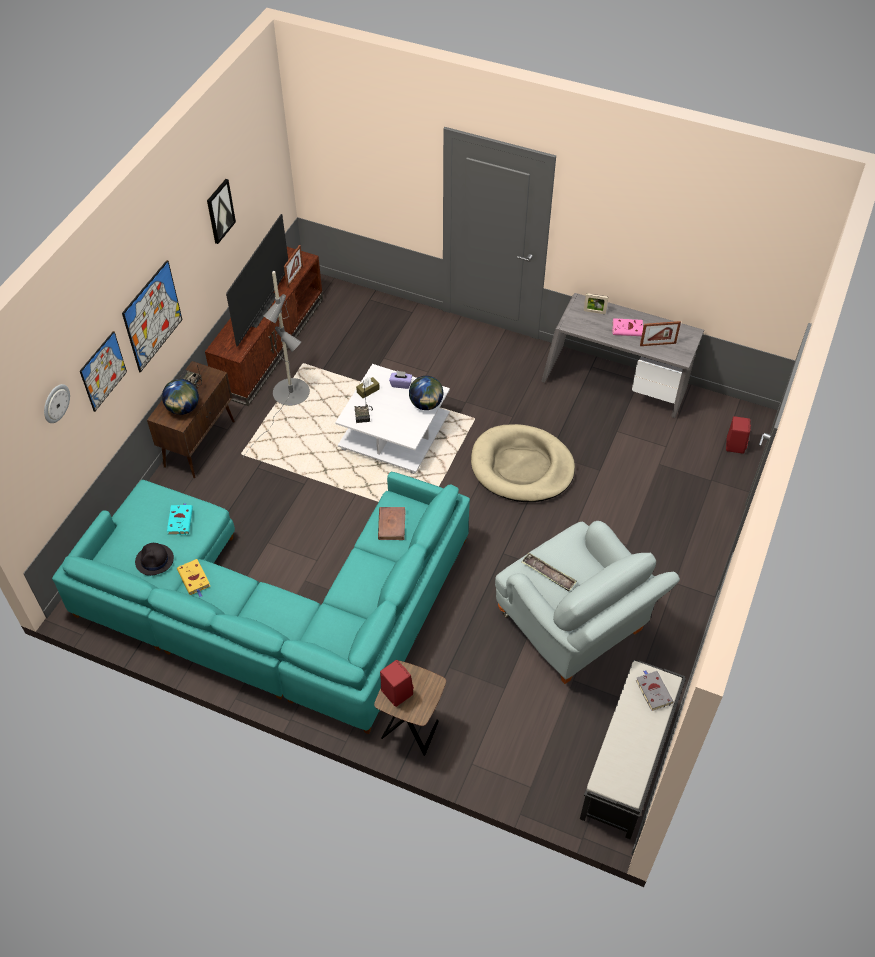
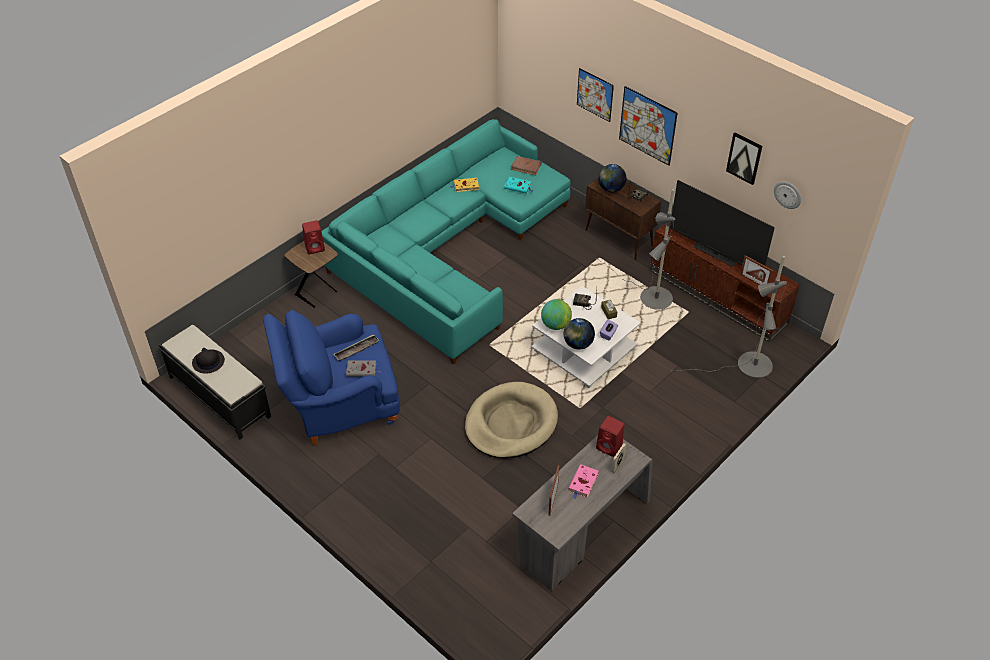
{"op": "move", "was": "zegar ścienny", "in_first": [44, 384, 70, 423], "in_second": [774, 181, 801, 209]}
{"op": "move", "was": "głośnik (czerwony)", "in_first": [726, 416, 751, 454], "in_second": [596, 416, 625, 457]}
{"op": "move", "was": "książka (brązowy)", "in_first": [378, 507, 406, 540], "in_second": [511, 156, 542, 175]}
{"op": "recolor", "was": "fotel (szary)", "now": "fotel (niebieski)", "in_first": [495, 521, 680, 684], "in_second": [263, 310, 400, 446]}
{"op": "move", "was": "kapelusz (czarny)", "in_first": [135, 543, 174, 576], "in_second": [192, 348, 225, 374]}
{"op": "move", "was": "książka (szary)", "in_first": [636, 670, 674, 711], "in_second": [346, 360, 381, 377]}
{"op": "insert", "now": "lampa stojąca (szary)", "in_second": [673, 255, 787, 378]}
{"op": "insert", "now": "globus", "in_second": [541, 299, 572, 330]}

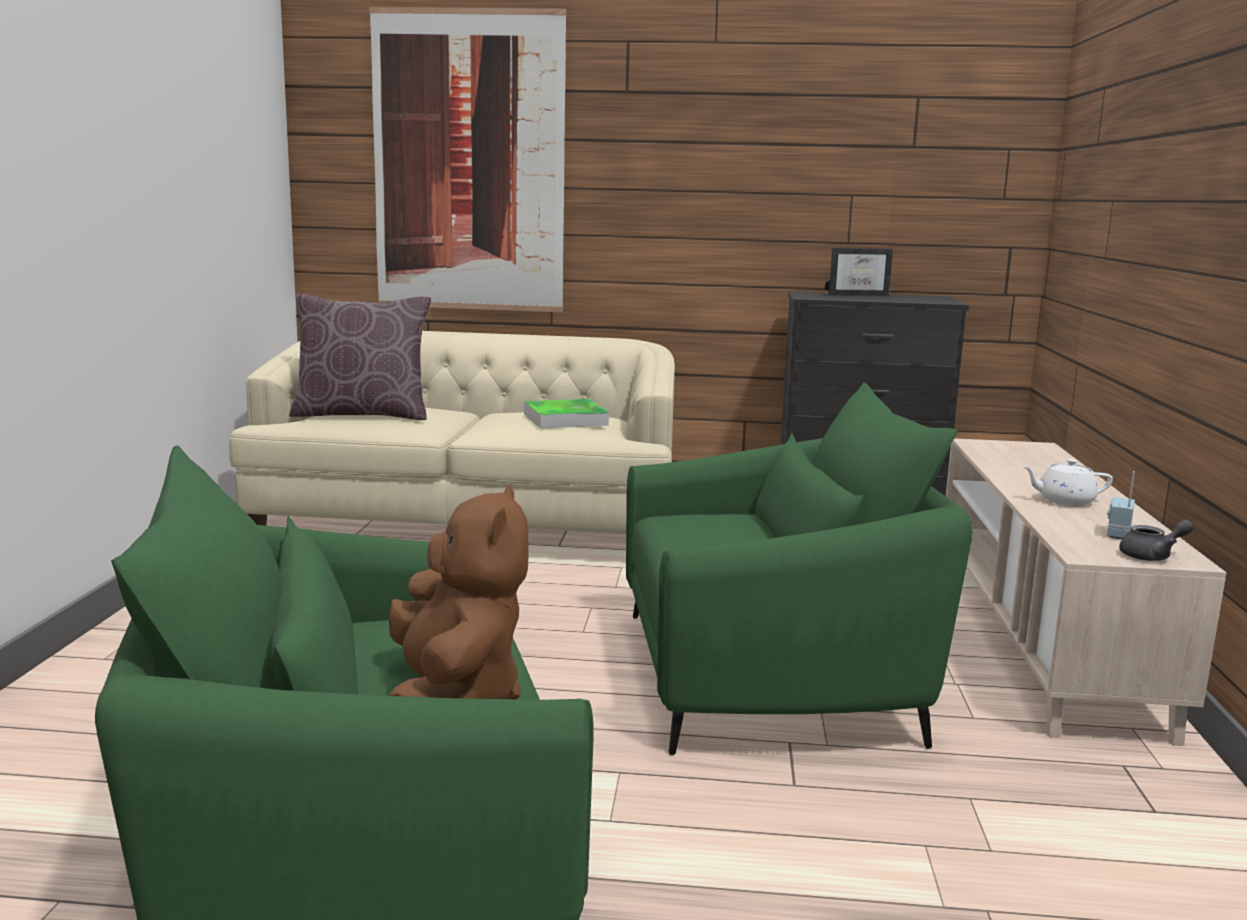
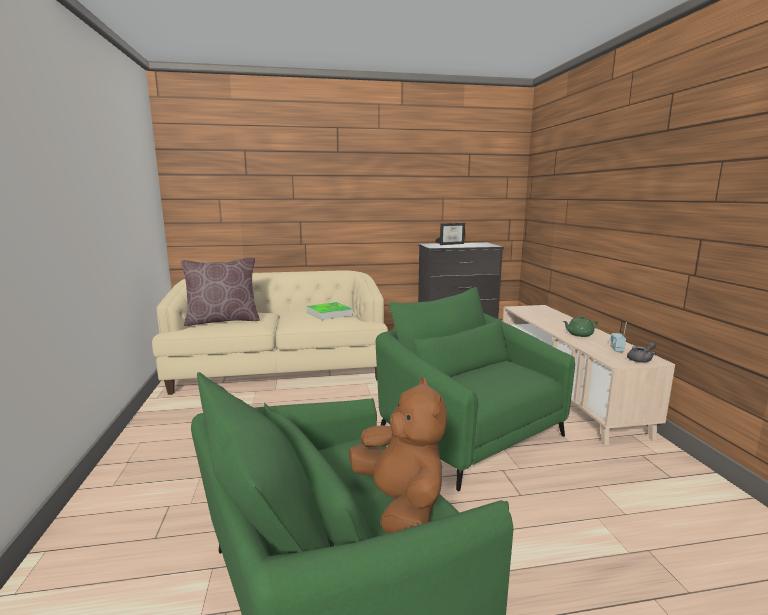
{"op": "delete", "was": "obraz", "in_first": [369, 7, 566, 312]}
{"op": "rotate", "was": "fotel (zielony)", "in_first": [626, 382, 973, 756], "in_second": [376, 287, 575, 492], "clockwise": -105}
{"op": "recolor", "was": "imbryk (biały)", "now": "imbryk (zielony)", "in_first": [1022, 459, 1113, 506], "in_second": [563, 316, 598, 337]}

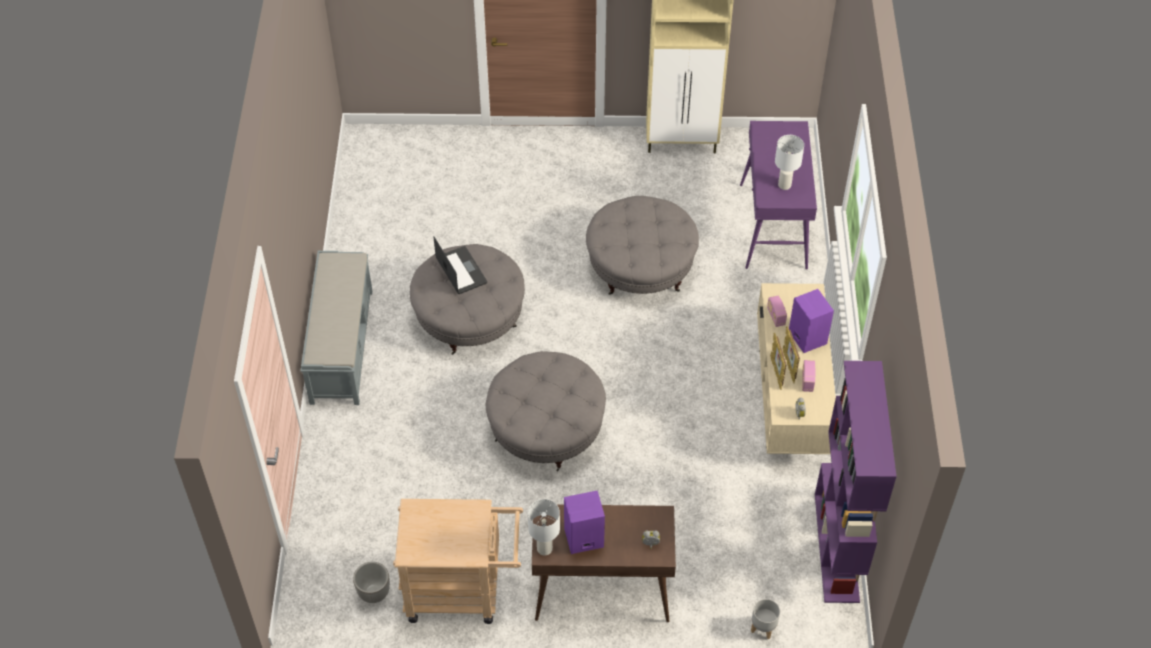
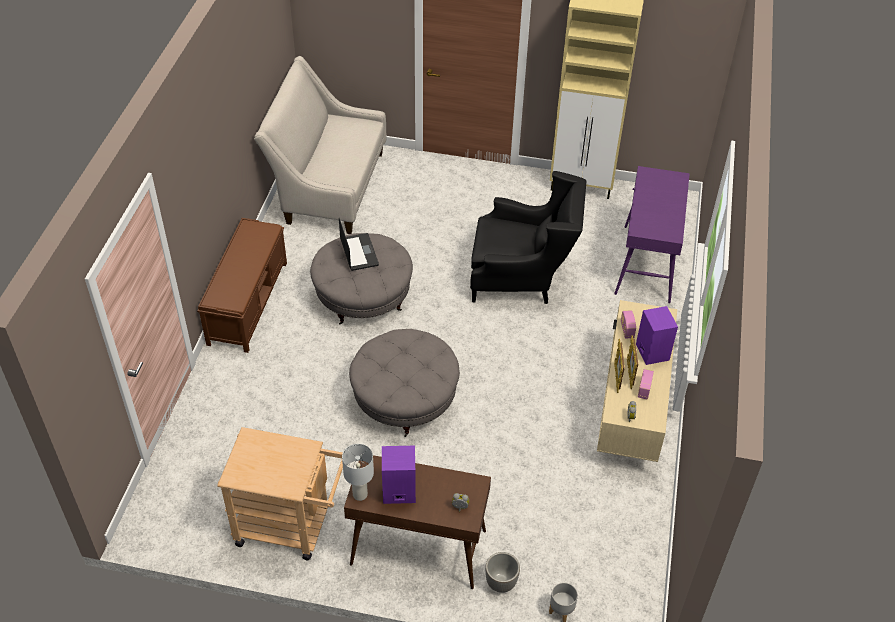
{"op": "delete", "was": "lampa stołowa (biały)", "in_first": [775, 135, 804, 190]}
{"op": "replace", "was": "pufa (szary)", "now": "fotel (czarny)", "in_first": [586, 196, 699, 295], "in_second": [470, 171, 586, 304]}
{"op": "recolor", "was": "ławka (szary)", "now": "ławka (brązowy)", "in_first": [301, 251, 372, 405], "in_second": [197, 218, 287, 353]}
{"op": "delete", "was": "regał (fioletowy)", "in_first": [815, 361, 897, 603]}
{"op": "move", "was": "donica", "in_first": [353, 562, 390, 603], "in_second": [485, 552, 520, 593]}
{"op": "insert", "now": "kanapa (beżowy)", "in_second": [254, 56, 387, 234]}

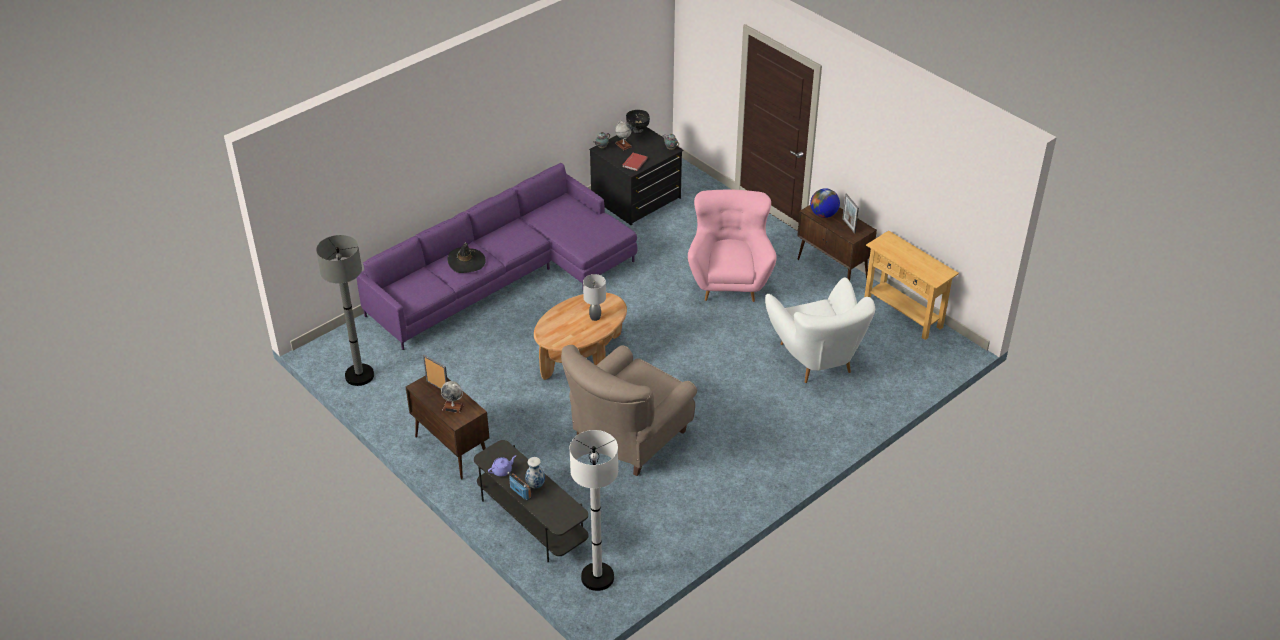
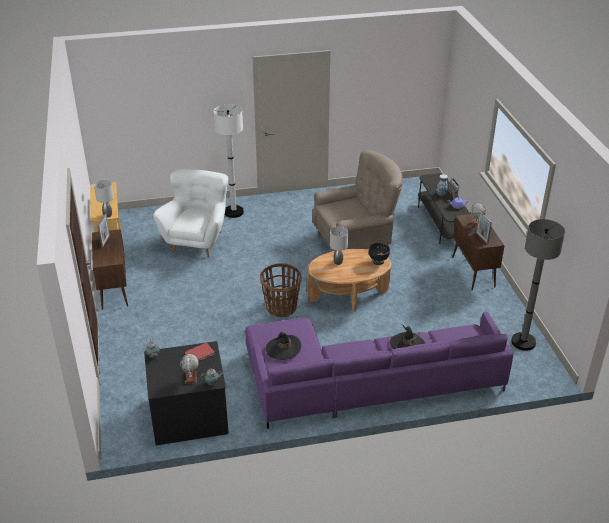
{"op": "move", "was": "miska (czarny)", "in_first": [626, 110, 650, 134], "in_second": [369, 243, 390, 265]}
{"op": "delete", "was": "globus", "in_first": [810, 188, 840, 218]}
{"op": "delete", "was": "fotel (różowy)", "in_first": [688, 190, 777, 302]}
{"op": "move", "was": "lampa stojąca (biały)", "in_first": [570, 430, 618, 591], "in_second": [214, 104, 244, 218]}
{"op": "insert", "now": "lampa stołowa (szary)", "in_second": [94, 180, 114, 217]}
{"op": "insert", "now": "koszyk", "in_second": [260, 263, 302, 317]}
{"op": "insert", "now": "kapelusz (czarny)", "in_second": [266, 330, 301, 360]}

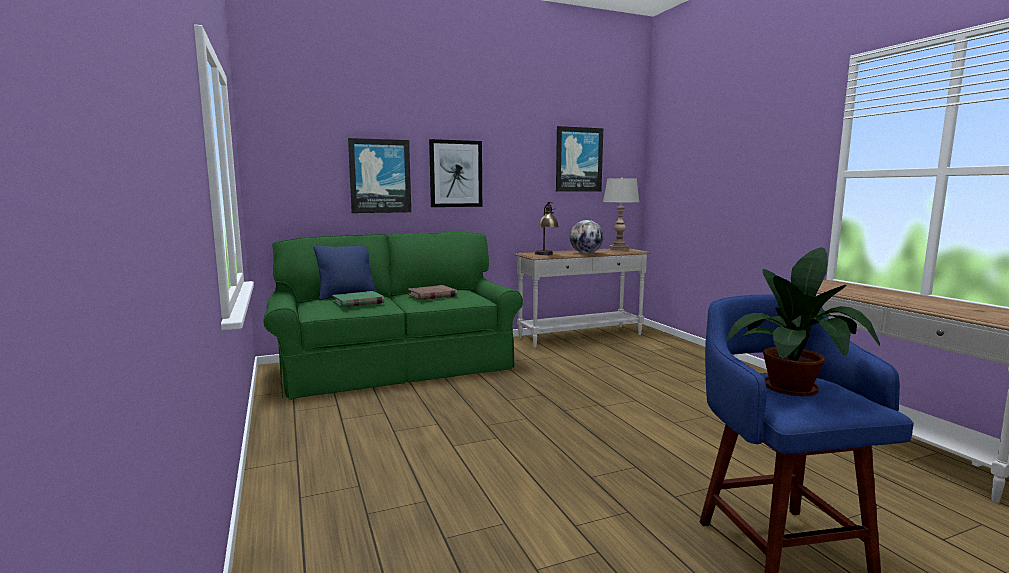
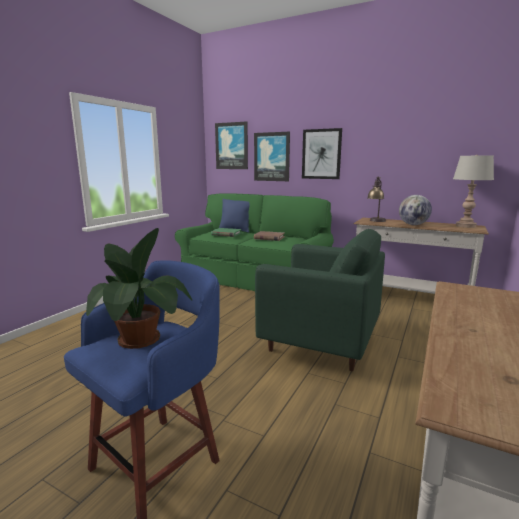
{"op": "move", "was": "obraz", "in_first": [556, 126, 603, 192], "in_second": [215, 121, 248, 169]}
{"op": "insert", "now": "fotel (zielony)", "in_second": [255, 229, 385, 371]}

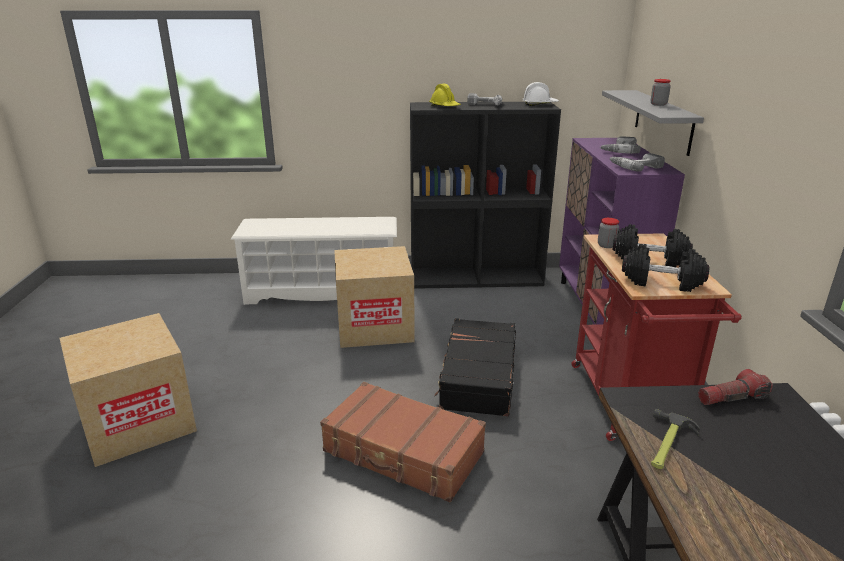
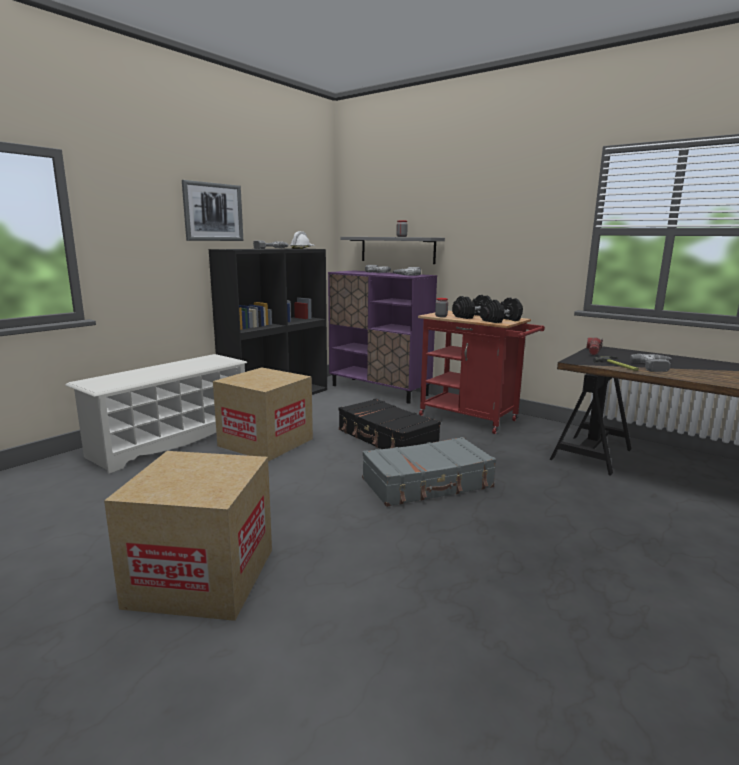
{"op": "delete", "was": "kask (żółty)", "in_first": [429, 84, 461, 106]}
{"op": "recolor", "was": "walizka (brązowy)", "now": "walizka (szary)", "in_first": [320, 382, 486, 502], "in_second": [362, 437, 496, 507]}
{"op": "insert", "now": "obraz", "in_second": [182, 180, 243, 241]}
{"op": "insert", "now": "wiertarka", "in_second": [630, 354, 672, 372]}

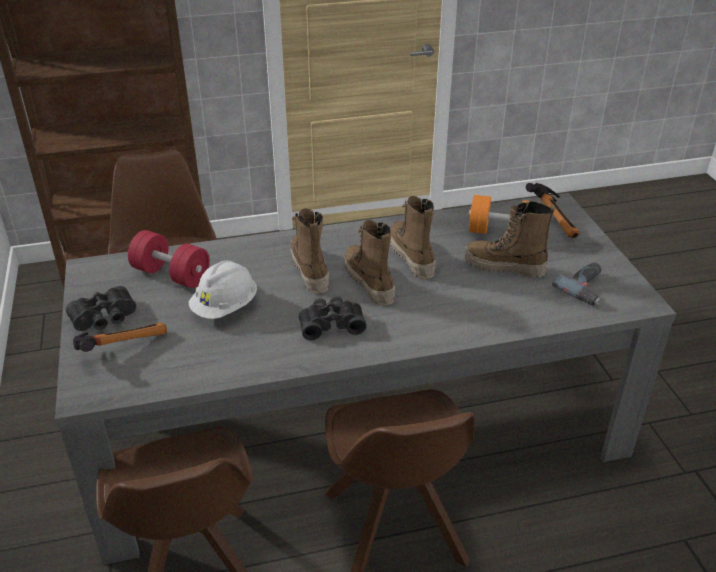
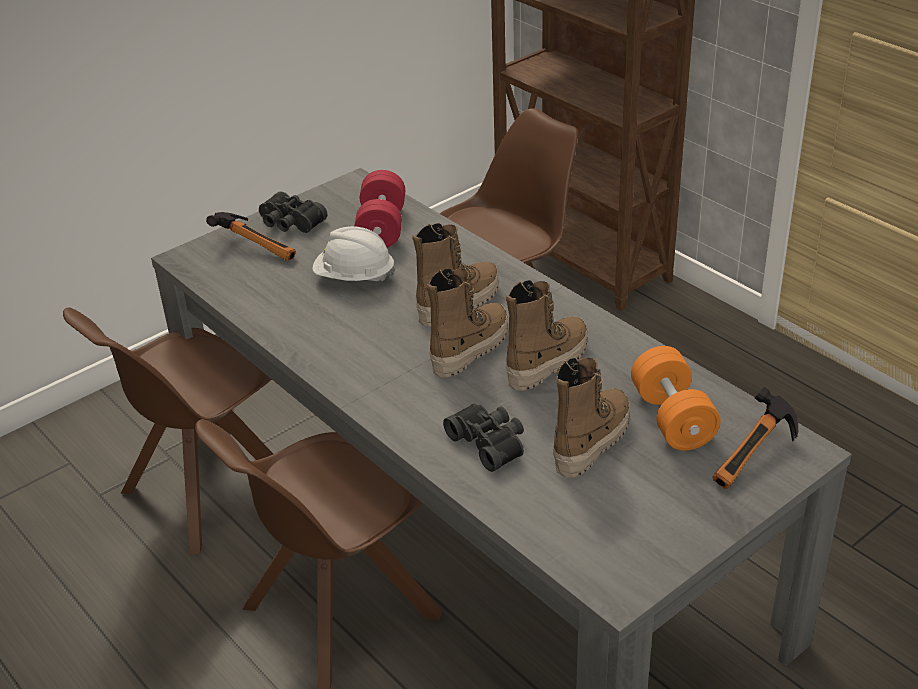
{"op": "rotate", "was": "but z cholewką", "in_first": [464, 201, 555, 278], "in_second": [553, 357, 630, 478], "clockwise": 45}
{"op": "delete", "was": "wiertarka", "in_first": [552, 262, 601, 306]}
{"op": "move", "was": "lornetka (czarny)", "in_first": [299, 296, 367, 340], "in_second": [443, 403, 524, 472]}

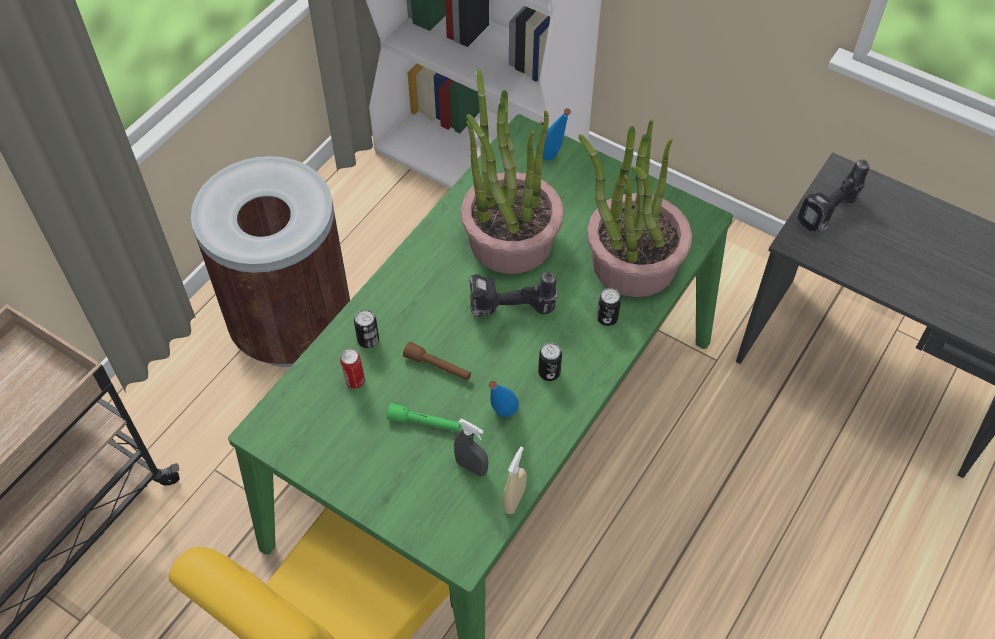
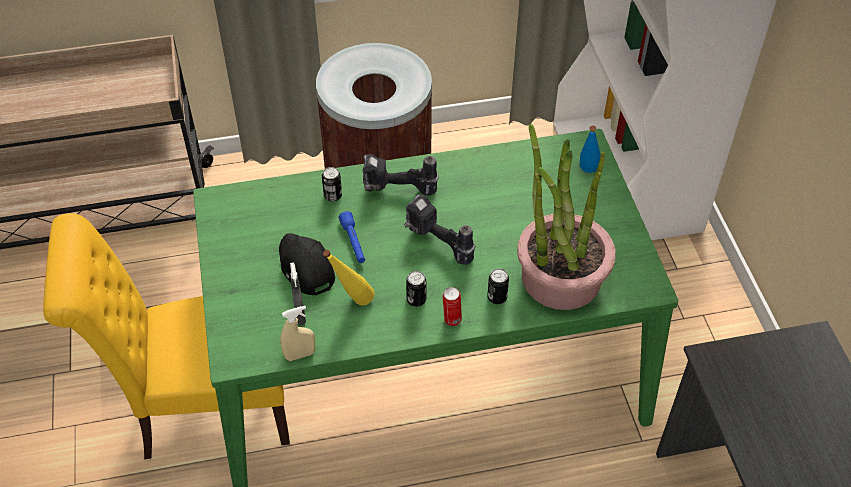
{"op": "delete", "was": "roślina doniczkowa", "in_first": [461, 69, 564, 274]}
{"op": "move", "was": "wiertarka", "in_first": [798, 159, 869, 233], "in_second": [362, 154, 439, 196]}
{"op": "recolor", "was": "latarka (brązowy)", "now": "latarka (niebieski)", "in_first": [403, 342, 471, 381], "in_second": [339, 211, 365, 263]}
{"op": "move", "was": "puszka", "in_first": [340, 349, 365, 389], "in_second": [443, 287, 462, 326]}
{"op": "recolor", "was": "butelka (niebieski)", "now": "butelka (żółty)", "in_first": [489, 381, 519, 417], "in_second": [323, 250, 375, 306]}
{"op": "replace", "was": "latarka (zielony)", "now": "czapka z daszkiem (czarny)", "in_first": [387, 403, 461, 431], "in_second": [279, 233, 335, 295]}

